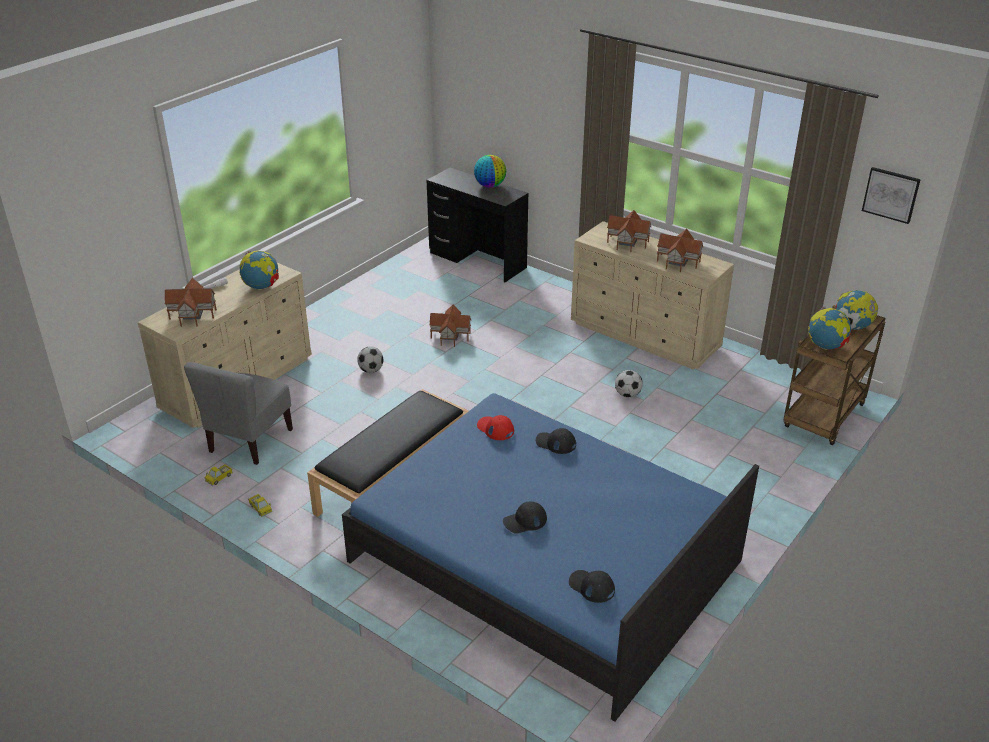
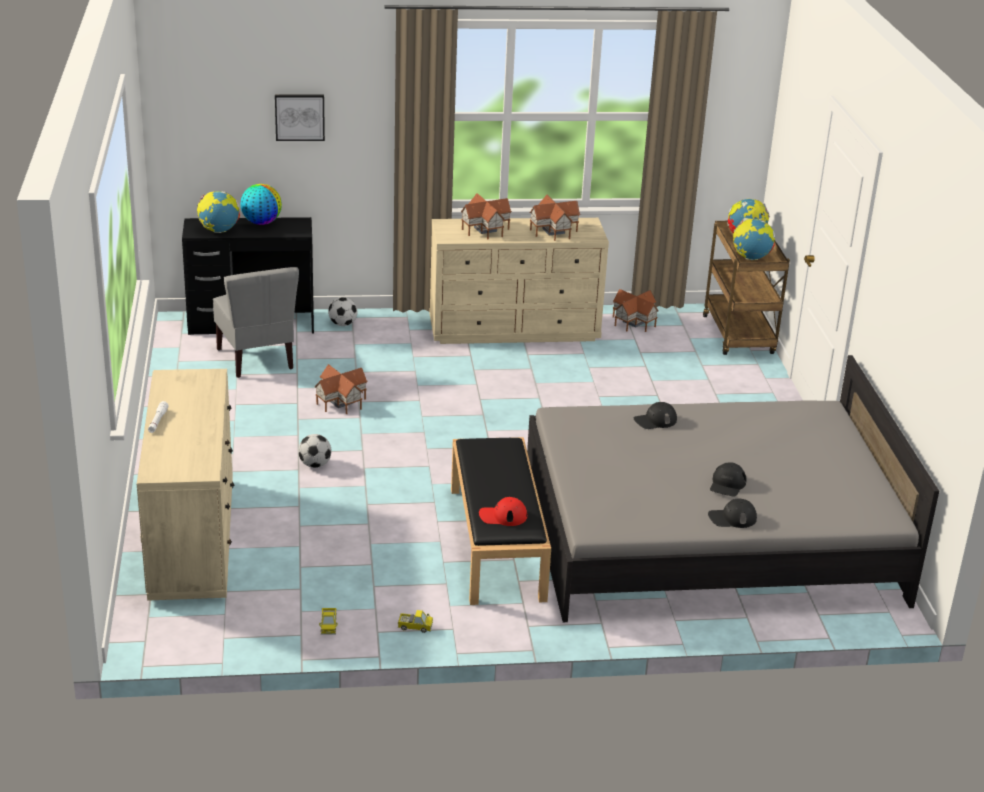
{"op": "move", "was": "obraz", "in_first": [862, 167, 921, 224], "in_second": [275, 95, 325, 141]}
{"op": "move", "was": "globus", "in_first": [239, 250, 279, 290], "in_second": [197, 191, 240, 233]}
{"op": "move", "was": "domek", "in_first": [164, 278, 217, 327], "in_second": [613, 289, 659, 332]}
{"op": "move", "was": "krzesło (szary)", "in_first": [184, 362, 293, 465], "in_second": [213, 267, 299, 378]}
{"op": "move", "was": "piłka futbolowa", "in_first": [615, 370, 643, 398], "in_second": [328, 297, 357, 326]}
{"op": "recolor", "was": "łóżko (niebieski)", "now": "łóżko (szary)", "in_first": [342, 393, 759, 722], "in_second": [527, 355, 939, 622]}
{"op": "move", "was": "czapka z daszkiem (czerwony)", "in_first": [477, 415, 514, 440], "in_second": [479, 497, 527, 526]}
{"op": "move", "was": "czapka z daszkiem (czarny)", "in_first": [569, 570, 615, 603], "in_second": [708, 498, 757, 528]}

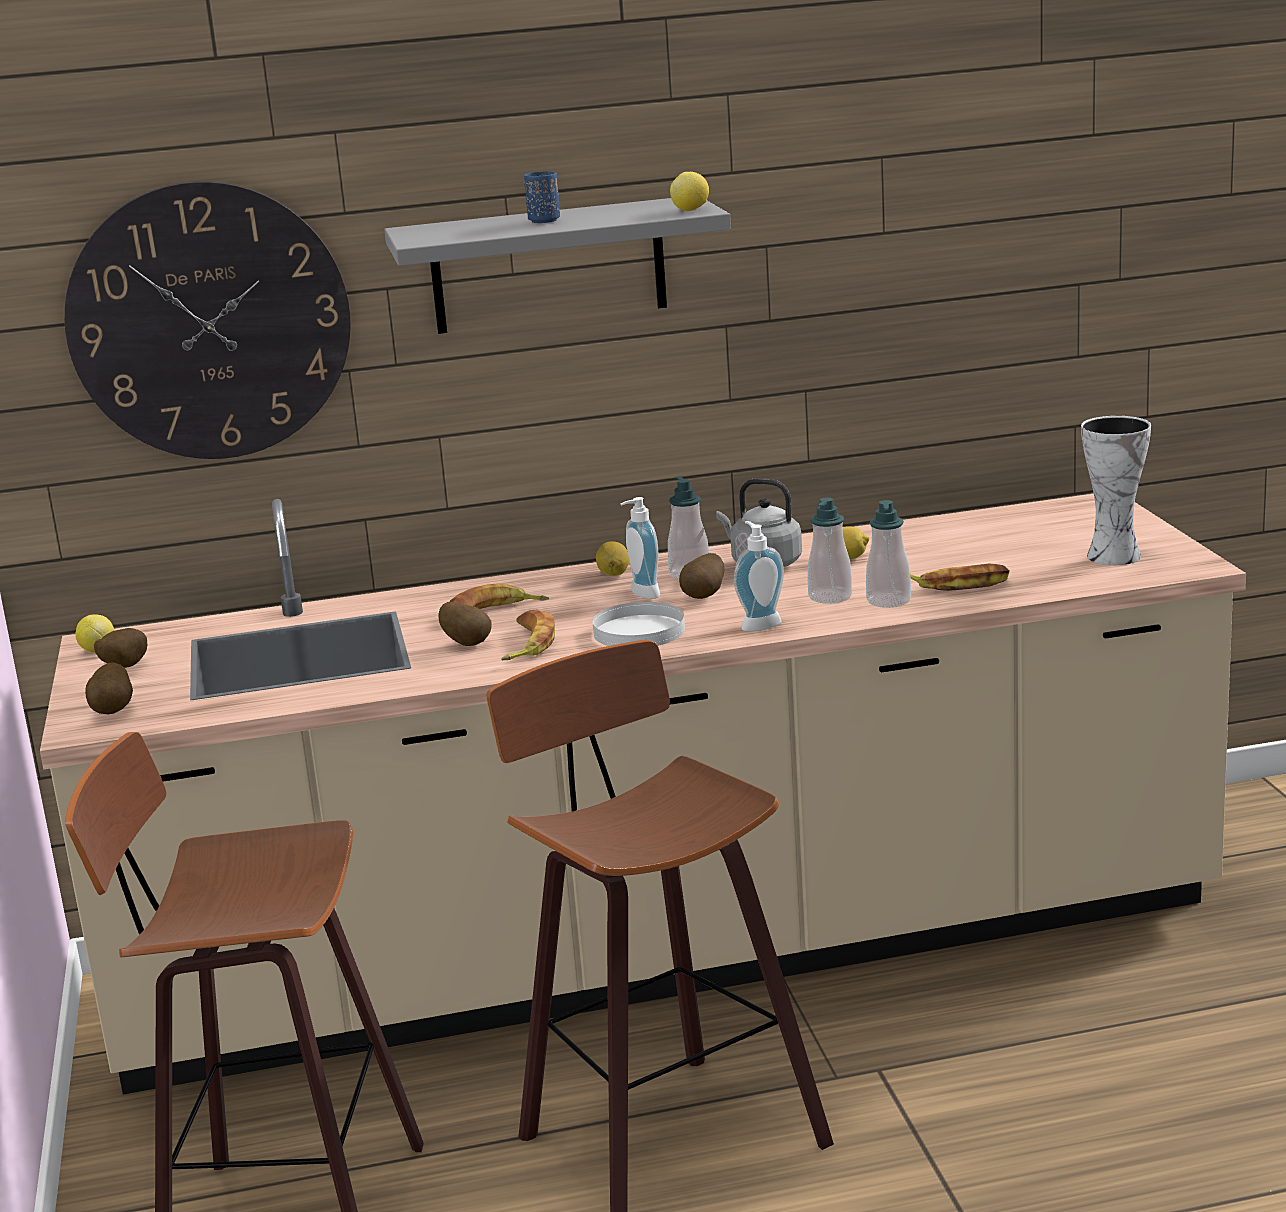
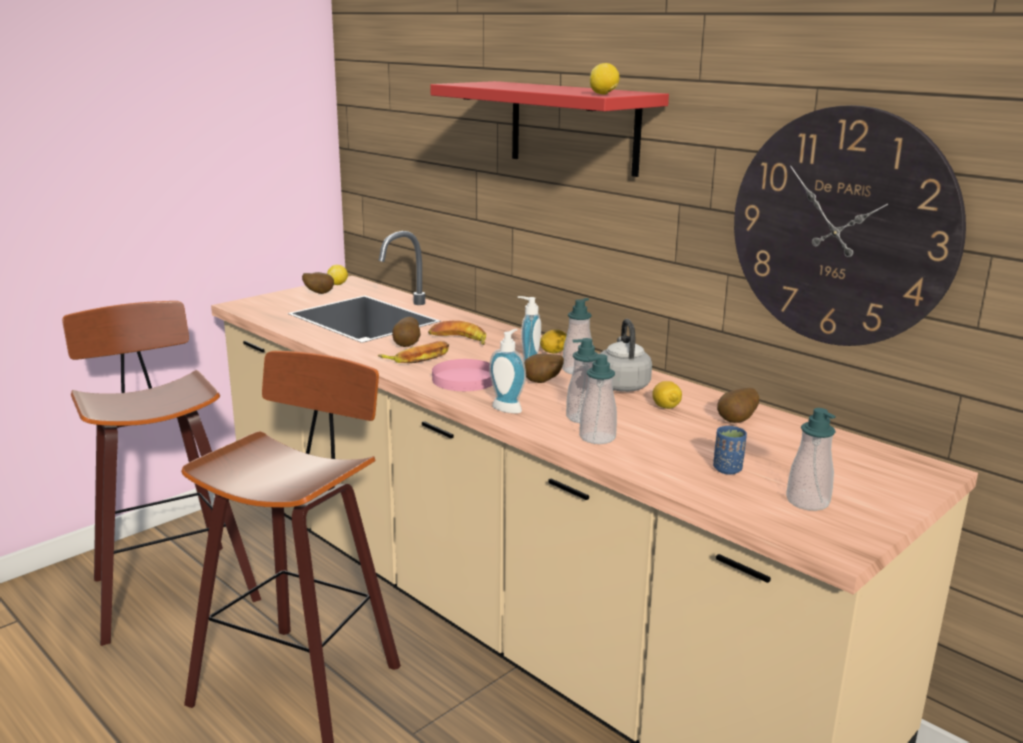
{"op": "move", "was": "filiżanka (niebieski)", "in_first": [524, 171, 560, 223], "in_second": [713, 426, 747, 475]}
{"op": "move", "was": "zegar ścienny", "in_first": [64, 181, 351, 459], "in_second": [734, 105, 966, 346]}
{"op": "recolor", "was": "półka (szary)", "now": "półka (czerwony)", "in_first": [384, 198, 731, 334], "in_second": [430, 81, 669, 177]}
{"op": "replace", "was": "wazon", "now": "dozownik mydła", "in_first": [1081, 416, 1151, 565], "in_second": [786, 408, 836, 511]}
{"op": "delete", "was": "banan", "in_first": [910, 563, 1010, 591]}
{"op": "recolor", "was": "talerz (biały)", "now": "talerz (różowy)", "in_first": [593, 602, 685, 646], "in_second": [432, 359, 492, 391]}
{"op": "move", "was": "ziemniak", "in_first": [85, 662, 133, 714], "in_second": [717, 388, 759, 423]}

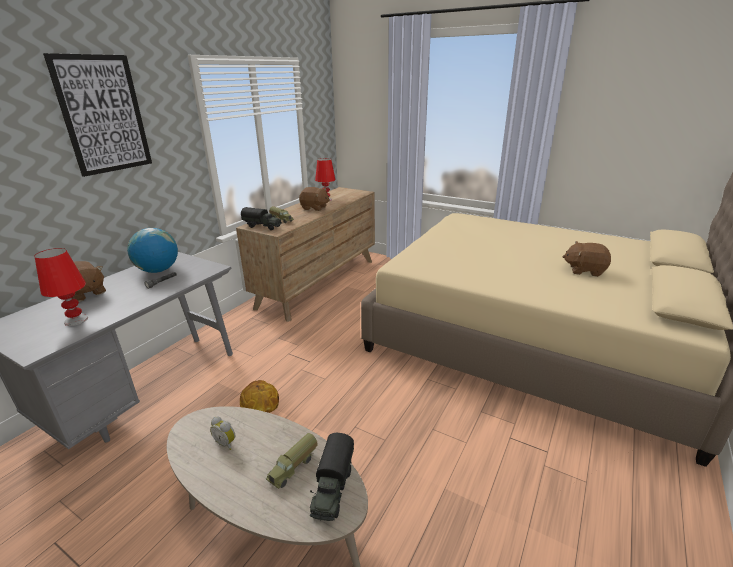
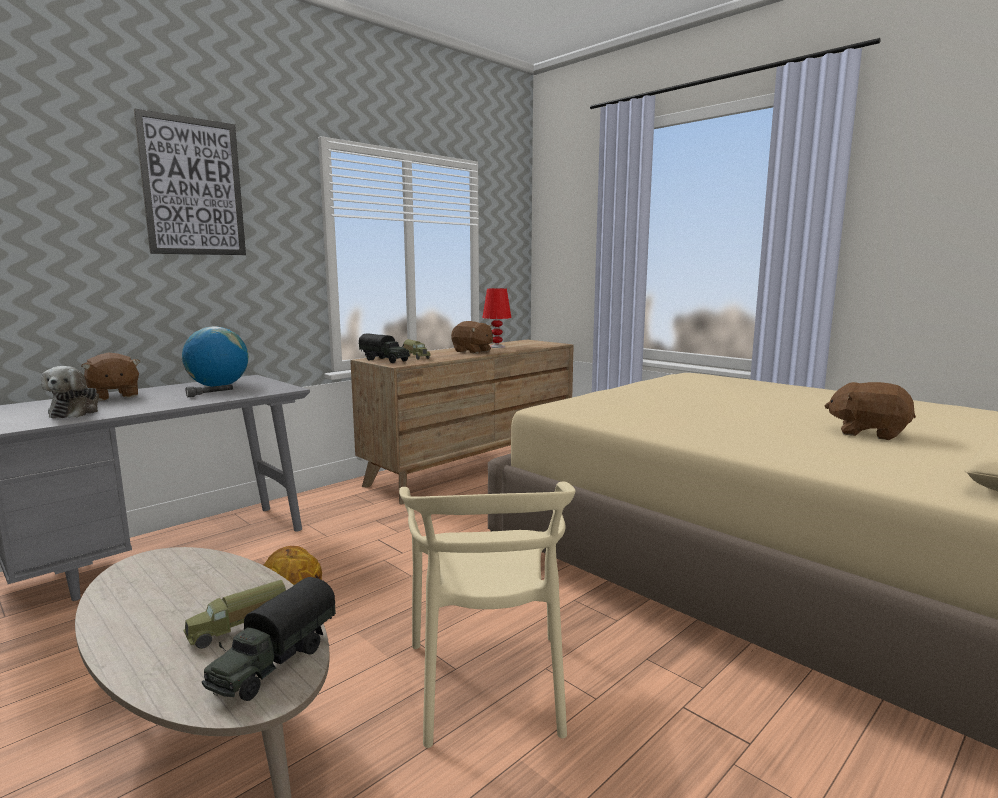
{"op": "replace", "was": "lampa stołowa (czerwony)", "now": "pluszak", "in_first": [34, 248, 88, 326], "in_second": [41, 366, 99, 418]}
{"op": "delete", "was": "budzik", "in_first": [210, 417, 235, 450]}
{"op": "insert", "now": "krzesło (beżowy)", "in_second": [399, 482, 576, 748]}

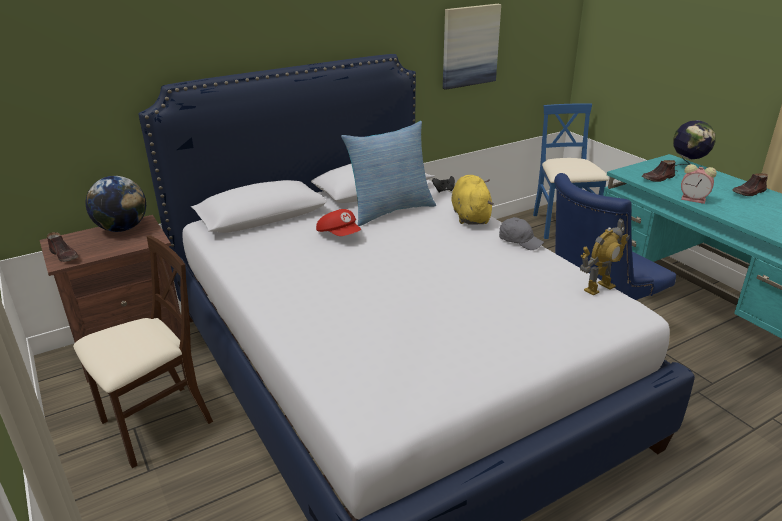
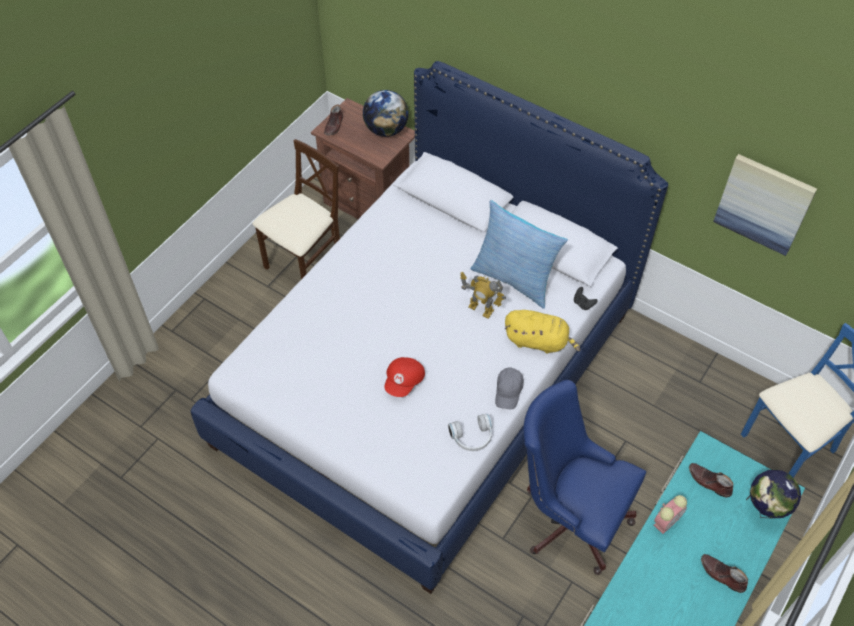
{"op": "rotate", "was": "budzik", "in_first": [681, 164, 717, 204], "in_second": [654, 495, 687, 534], "clockwise": -135}
{"op": "rotate", "was": "pluszak (żółty)", "in_first": [451, 175, 494, 225], "in_second": [505, 310, 580, 353], "clockwise": 45}
{"op": "move", "was": "czapka z daszkiem (czerwony)", "in_first": [316, 209, 361, 236], "in_second": [384, 357, 425, 397]}
{"op": "move", "was": "robot zabawkowy", "in_first": [580, 219, 629, 296], "in_second": [460, 272, 506, 319]}
{"op": "rotate", "was": "krzesło (beżowy)", "in_first": [73, 235, 213, 468], "in_second": [252, 139, 340, 279], "clockwise": -75}
{"op": "insert", "now": "słuchawki (biały)", "in_second": [448, 414, 492, 451]}

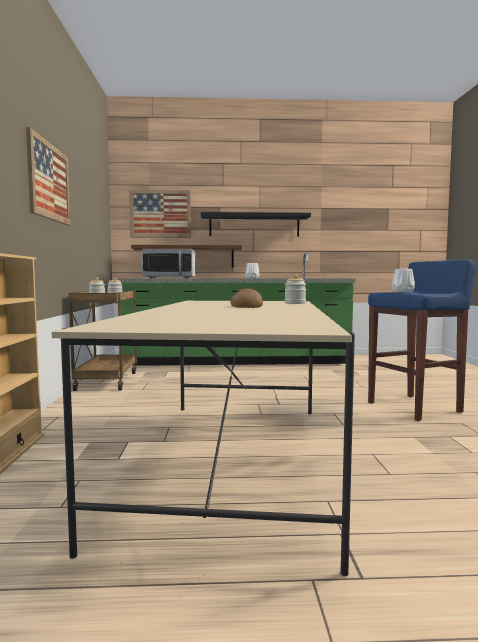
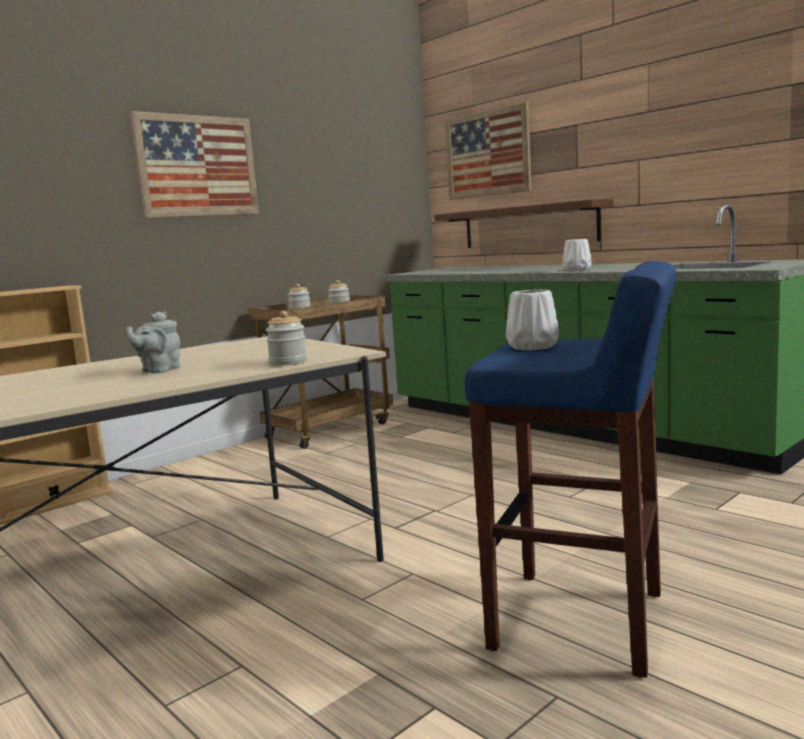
{"op": "delete", "was": "półka (czarny)", "in_first": [201, 212, 311, 237]}
{"op": "delete", "was": "mikrofalówka", "in_first": [142, 249, 195, 278]}
{"op": "replace", "was": "chleb", "now": "imbryk (szary)", "in_first": [231, 288, 263, 308], "in_second": [126, 311, 180, 373]}

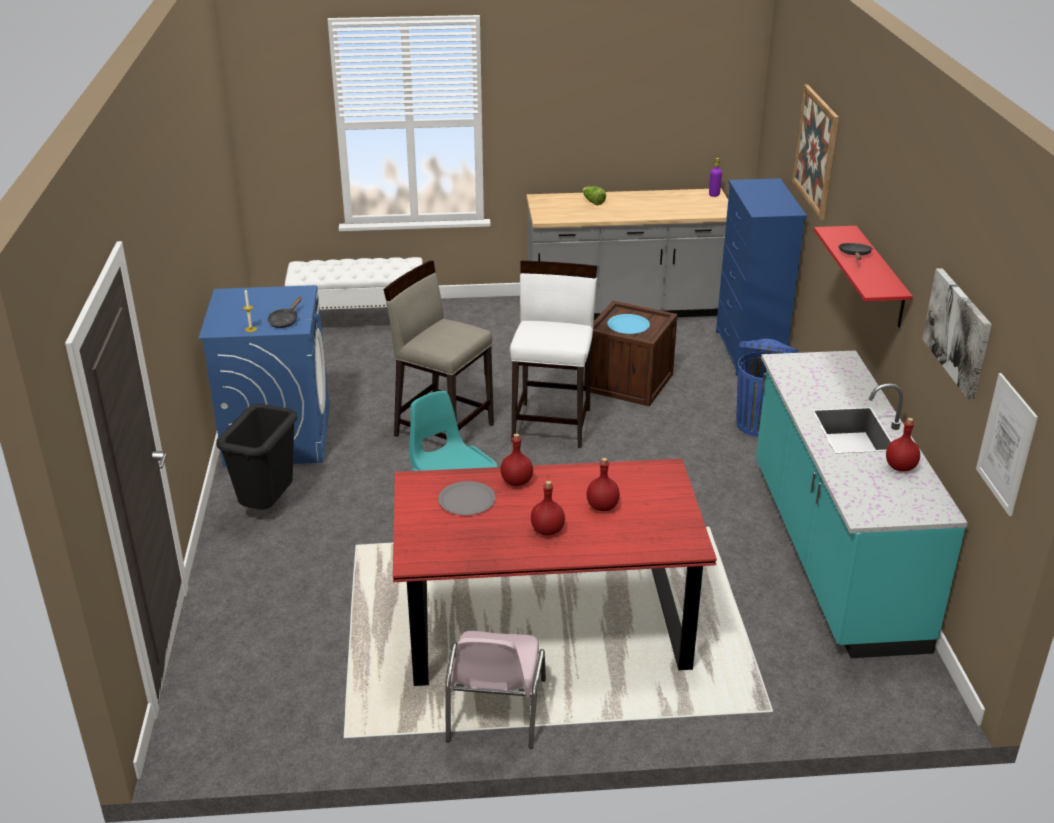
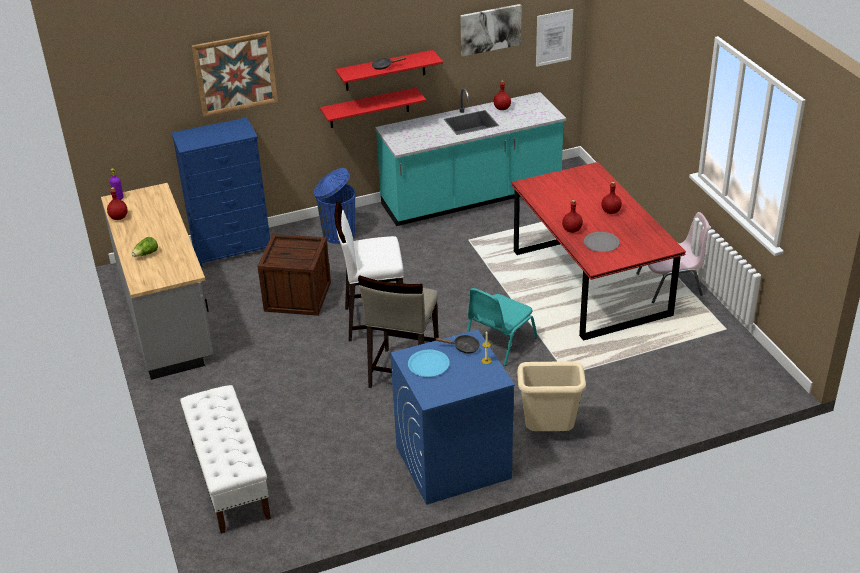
{"op": "move", "was": "talerz (niebieski)", "in_first": [607, 314, 650, 334], "in_second": [408, 350, 450, 377]}
{"op": "recolor", "was": "kosz na śmieci (czarny)", "now": "kosz na śmieci (beżowy)", "in_first": [216, 404, 297, 509], "in_second": [517, 361, 586, 431]}
{"op": "move", "was": "butelka (czerwony)", "in_first": [587, 458, 620, 511], "in_second": [107, 187, 128, 220]}
{"op": "insert", "now": "półka (czerwony)", "in_second": [320, 88, 426, 128]}

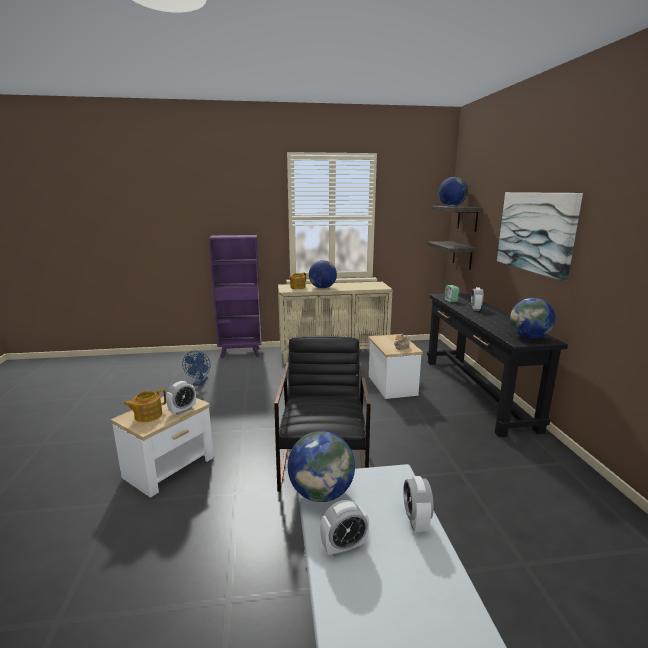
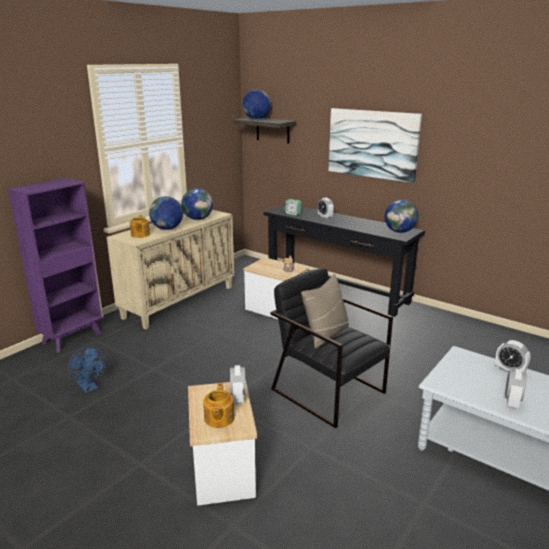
{"op": "delete", "was": "półka", "in_first": [427, 241, 477, 270]}
{"op": "move", "was": "globus", "in_first": [288, 431, 355, 502], "in_second": [181, 188, 213, 220]}
{"op": "insert", "now": "poduszka (beżowy)", "in_second": [301, 274, 349, 348]}

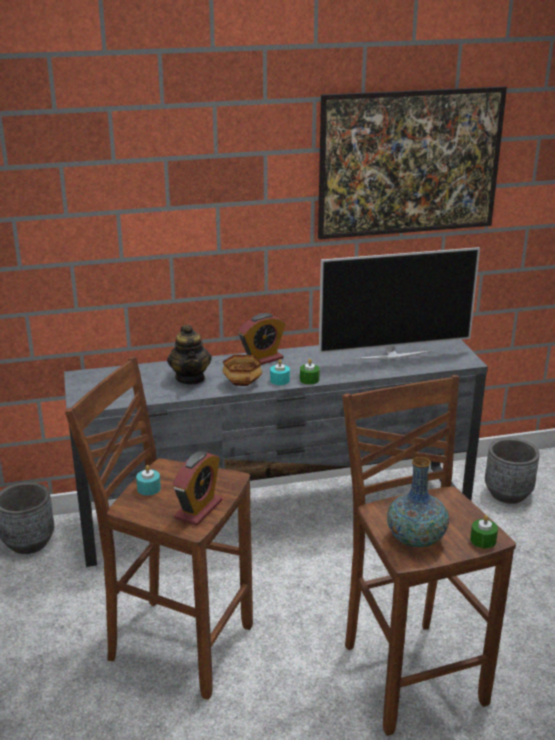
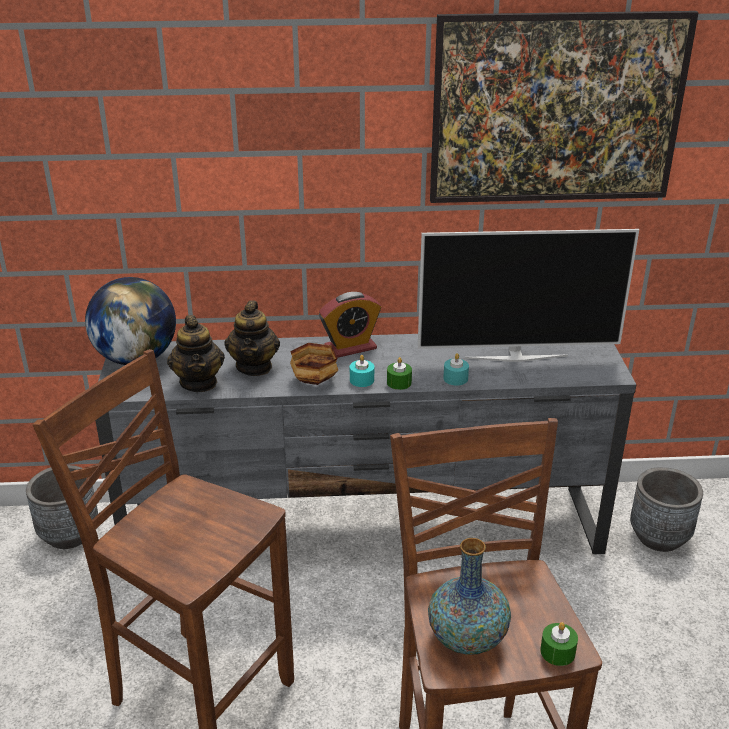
{"op": "delete", "was": "budzik", "in_first": [173, 451, 222, 526]}
{"op": "move", "was": "świeca (turkusowy)", "in_first": [136, 465, 161, 496], "in_second": [443, 353, 469, 386]}
{"op": "insert", "now": "globus", "in_second": [85, 277, 176, 365]}
{"op": "insert", "now": "imbryk", "in_second": [167, 315, 225, 392]}

